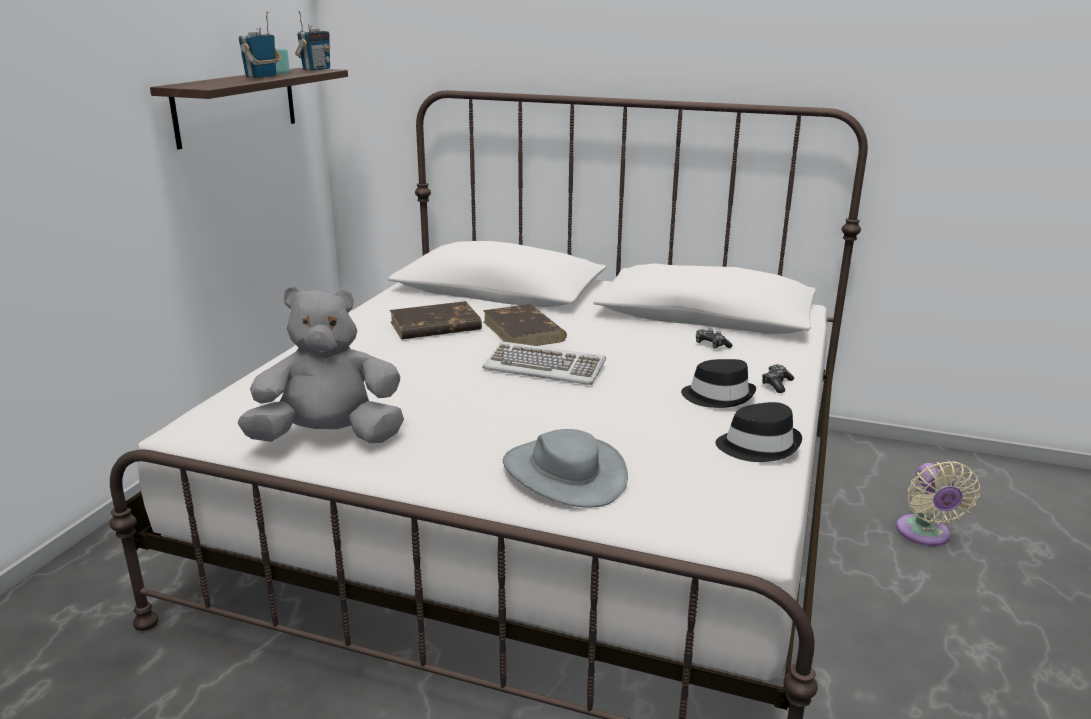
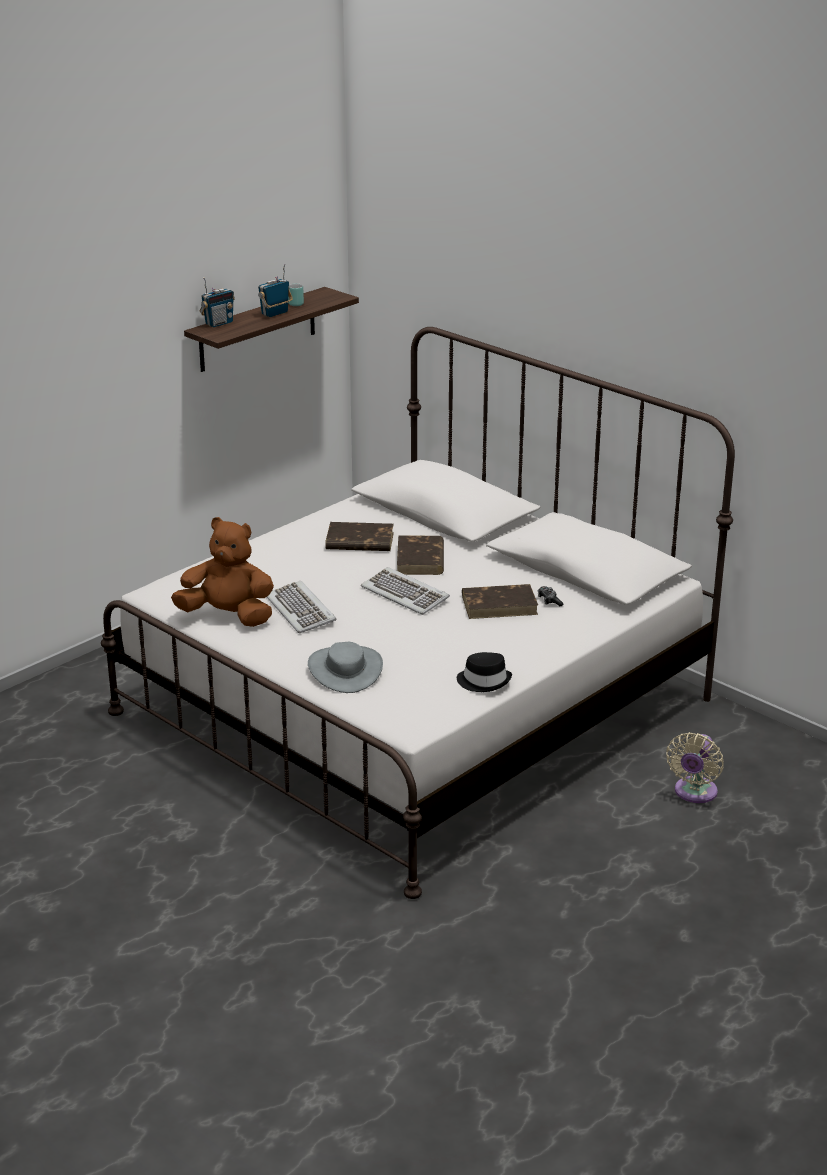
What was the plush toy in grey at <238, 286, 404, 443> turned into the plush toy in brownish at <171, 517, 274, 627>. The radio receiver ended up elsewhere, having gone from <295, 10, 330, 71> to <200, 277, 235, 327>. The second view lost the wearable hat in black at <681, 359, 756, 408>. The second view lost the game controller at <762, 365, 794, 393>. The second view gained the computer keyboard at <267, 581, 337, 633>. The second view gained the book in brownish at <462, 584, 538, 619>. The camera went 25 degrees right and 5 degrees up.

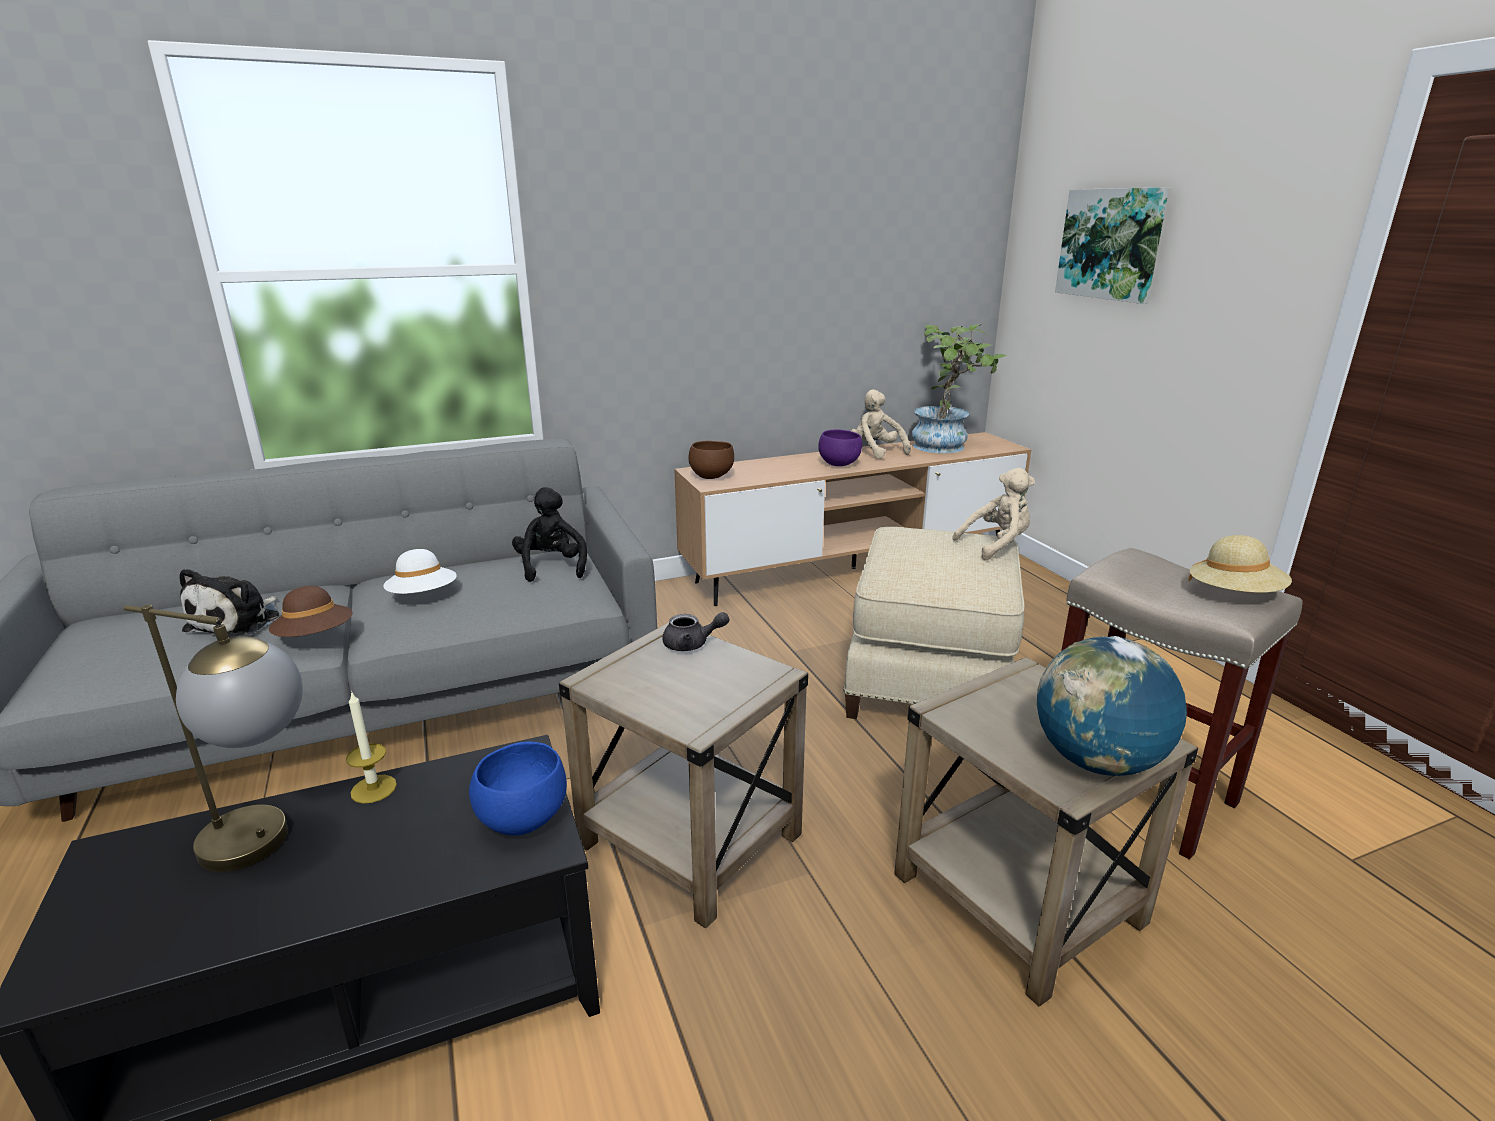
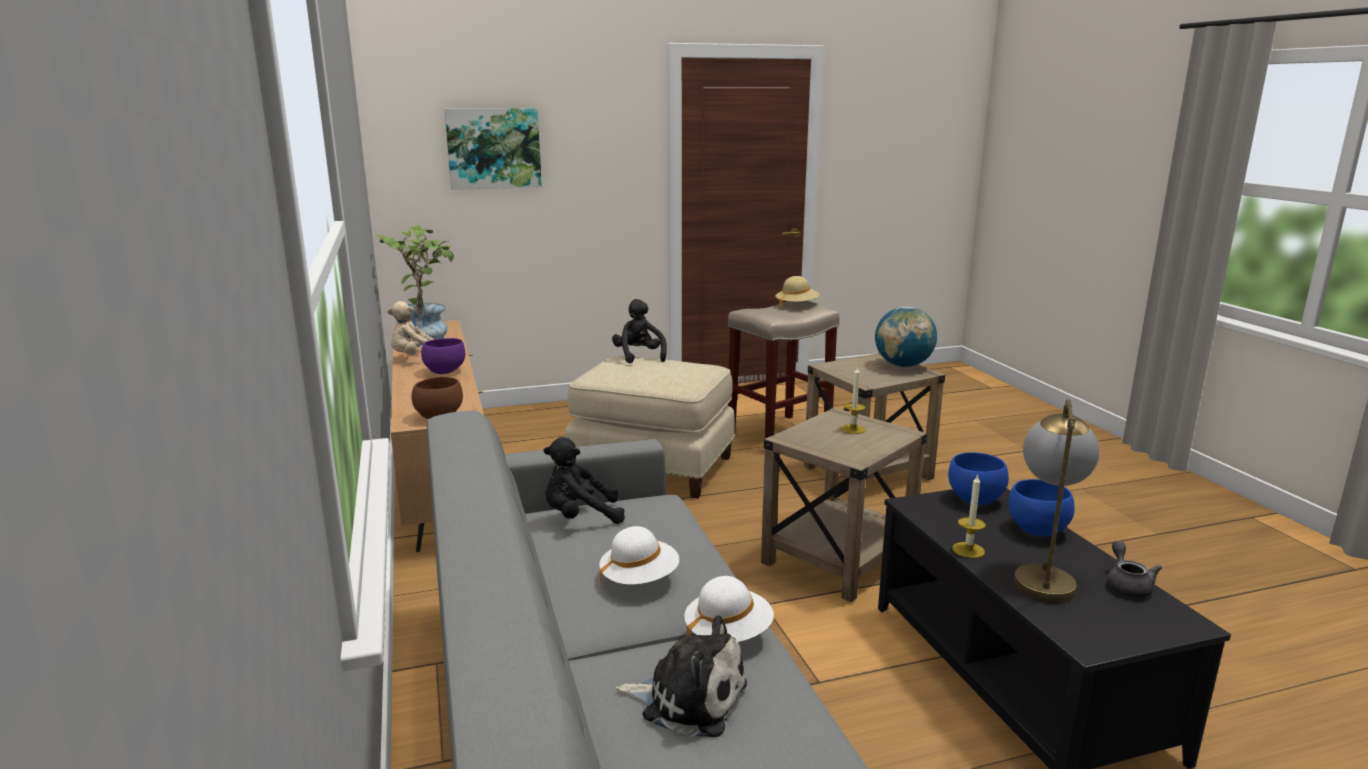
What was the wearable hat in brownish at <269, 586, 353, 637> turned into the wearable hat in white at <684, 576, 774, 642>. The teapot in grey ended up elsewhere, having gone from <663, 612, 729, 651> to <1106, 541, 1162, 598>. What was the plush toy in beige-coloured at <953, 468, 1035, 560> turned into the plush toy in black at <612, 299, 667, 363>. The second view gained the wax light at <841, 367, 866, 434>. The second view gained the deep dish in bluish at <1009, 479, 1075, 537>. The camera went 85 degrees left and 5 degrees down.

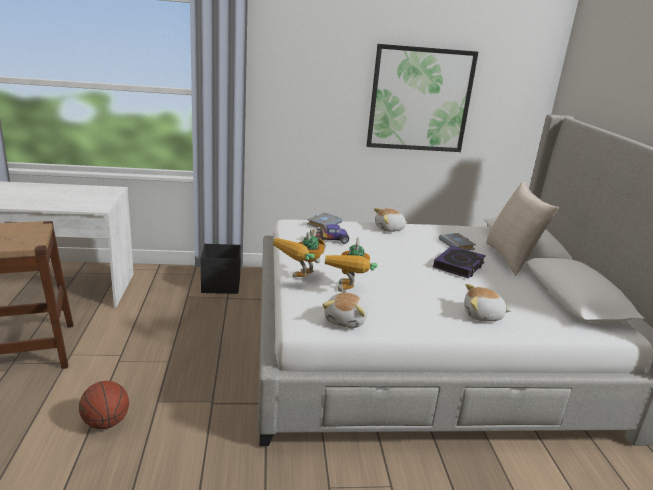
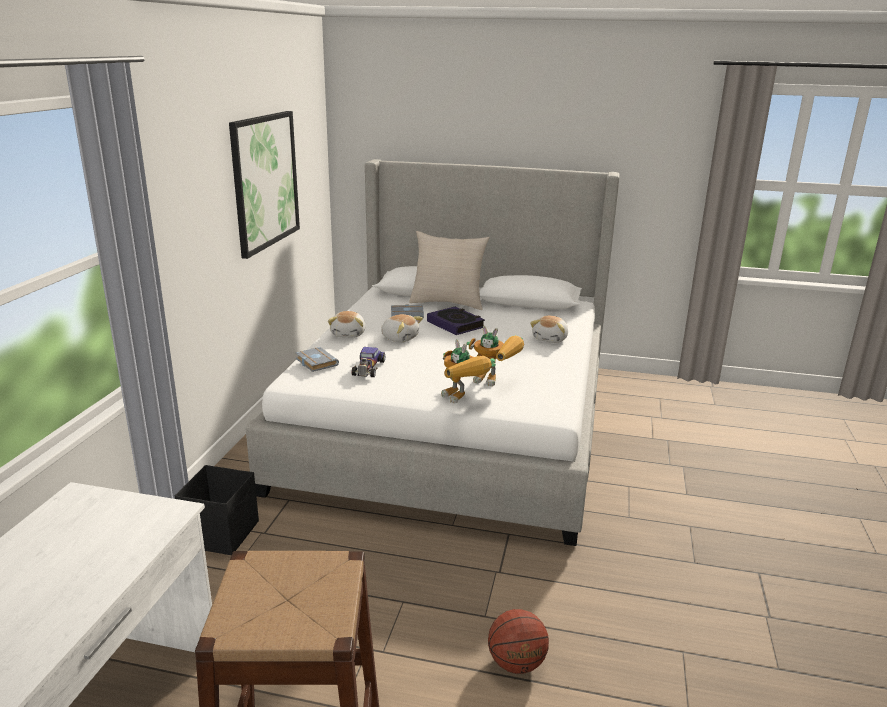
The plush toy ended up elsewhere, having gone from <323, 293, 367, 328> to <381, 314, 423, 342>. The camera went 70 degrees left and 0 degrees up.

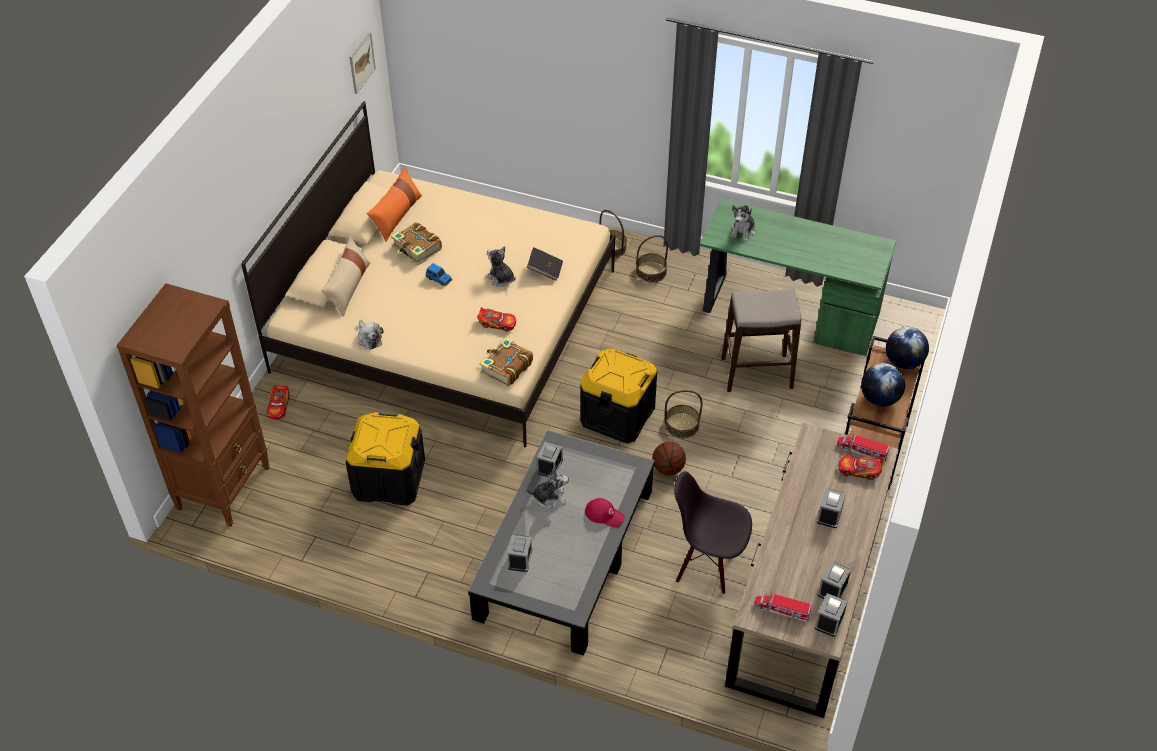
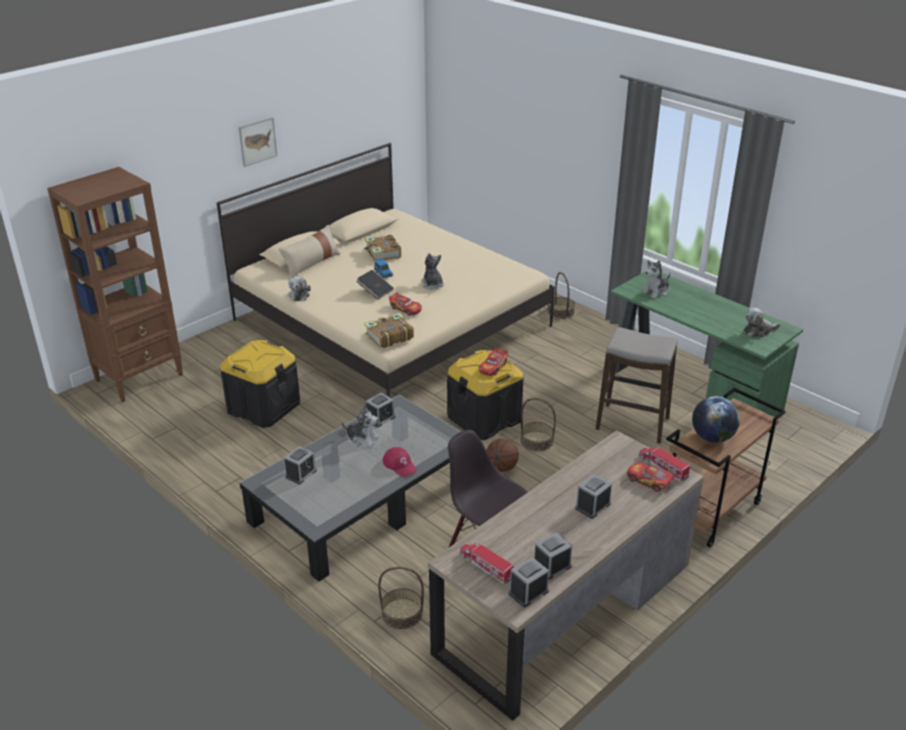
The model car ended up elsewhere, having gone from <266, 385, 290, 419> to <479, 347, 508, 376>. The wall picture ended up elsewhere, having gone from <350, 32, 376, 94> to <239, 117, 277, 167>. The second view lost the pillow in orange at <367, 167, 422, 241>. The book in black ended up elsewhere, having gone from <527, 247, 563, 281> to <356, 270, 393, 300>. The household basket ended up elsewhere, having gone from <636, 235, 668, 282> to <378, 567, 424, 629>. The second view lost the world globe at <886, 327, 929, 369>. The second view gained the plush toy at <744, 308, 781, 337>. The camera went 25 degrees right and 15 degrees down.

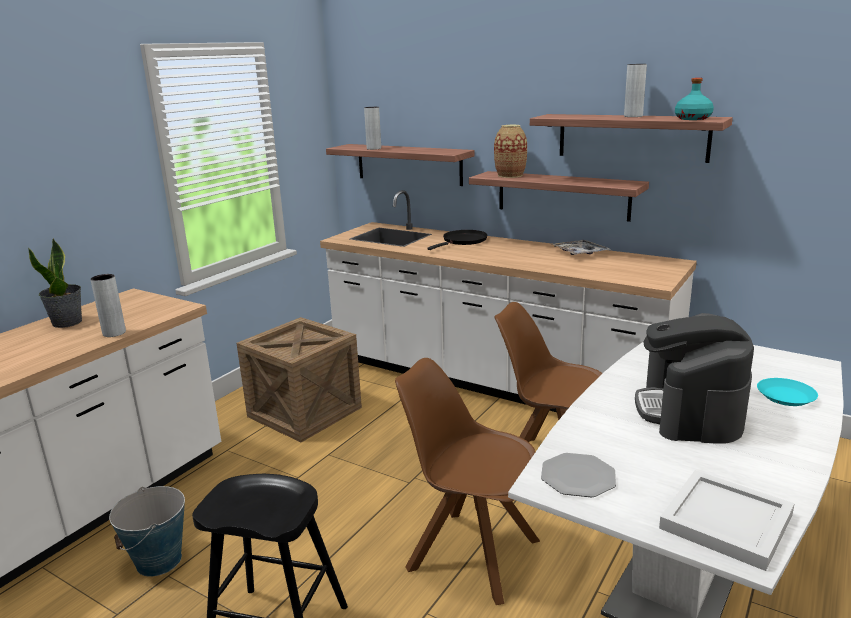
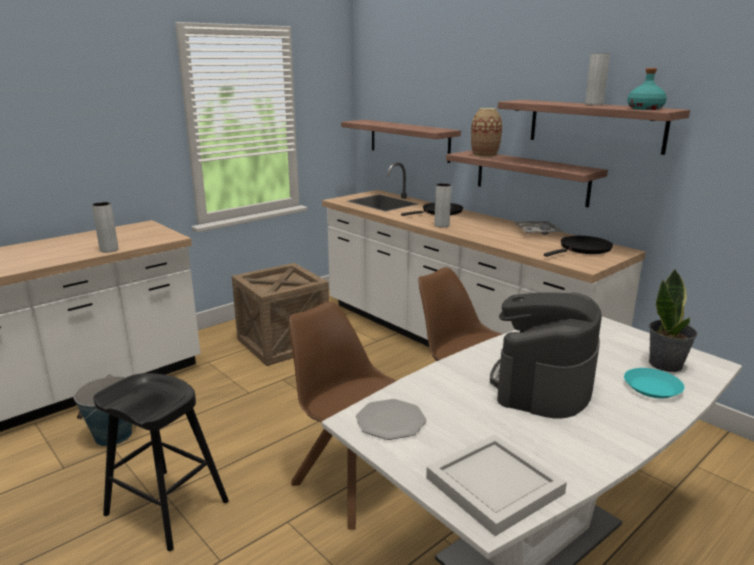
The plant in a pot ended up elsewhere, having gone from <28, 238, 82, 328> to <649, 268, 698, 372>. The decorative vase in grey ended up elsewhere, having gone from <364, 107, 381, 150> to <434, 183, 451, 227>. The second view gained the frying pan in black at <544, 236, 613, 257>. The camera went 15 degrees right and 0 degrees up.

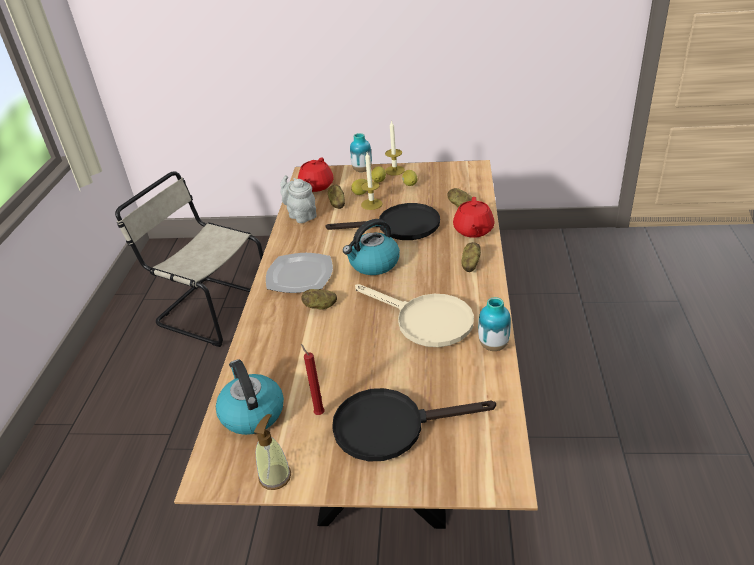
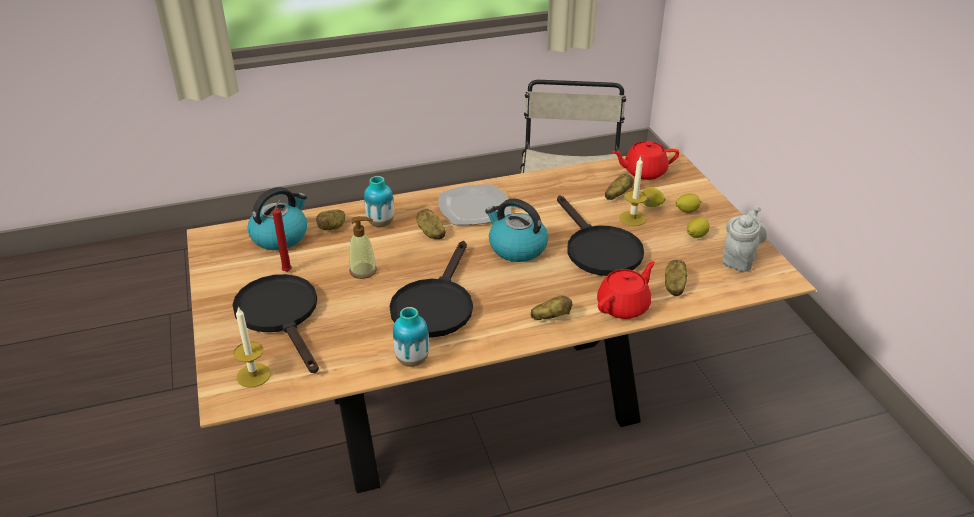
The liquid soap bottle ended up elsewhere, having gone from <254, 414, 291, 490> to <349, 216, 377, 279>. The teapot in grey ended up elsewhere, having gone from <280, 175, 317, 223> to <723, 206, 767, 272>. The decorative vase ended up elsewhere, having gone from <350, 133, 372, 172> to <364, 176, 394, 227>. What was the frying pan in beige-coloured at <355, 284, 474, 347> turned into the frying pan in black at <390, 241, 473, 338>. The wax light ended up elsewhere, having gone from <385, 120, 405, 176> to <233, 307, 271, 388>. The teapot in red-coloured at <453, 197, 495, 238> ended up facing another way, 150 degrees clockwise from before. The second view gained the potato at <316, 210, 345, 230>. The camera went 65 degrees right and 0 degrees up.

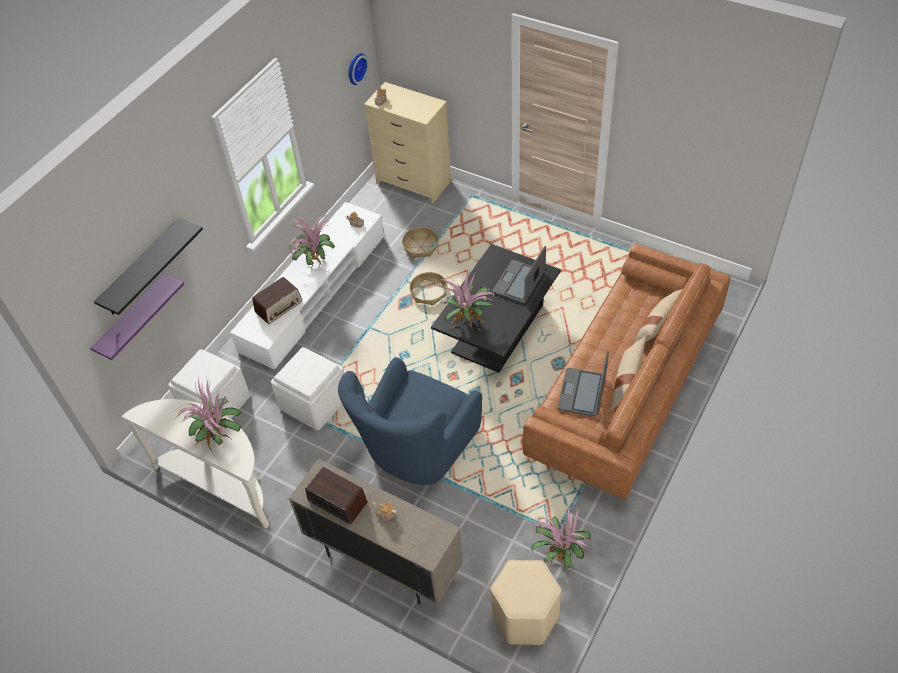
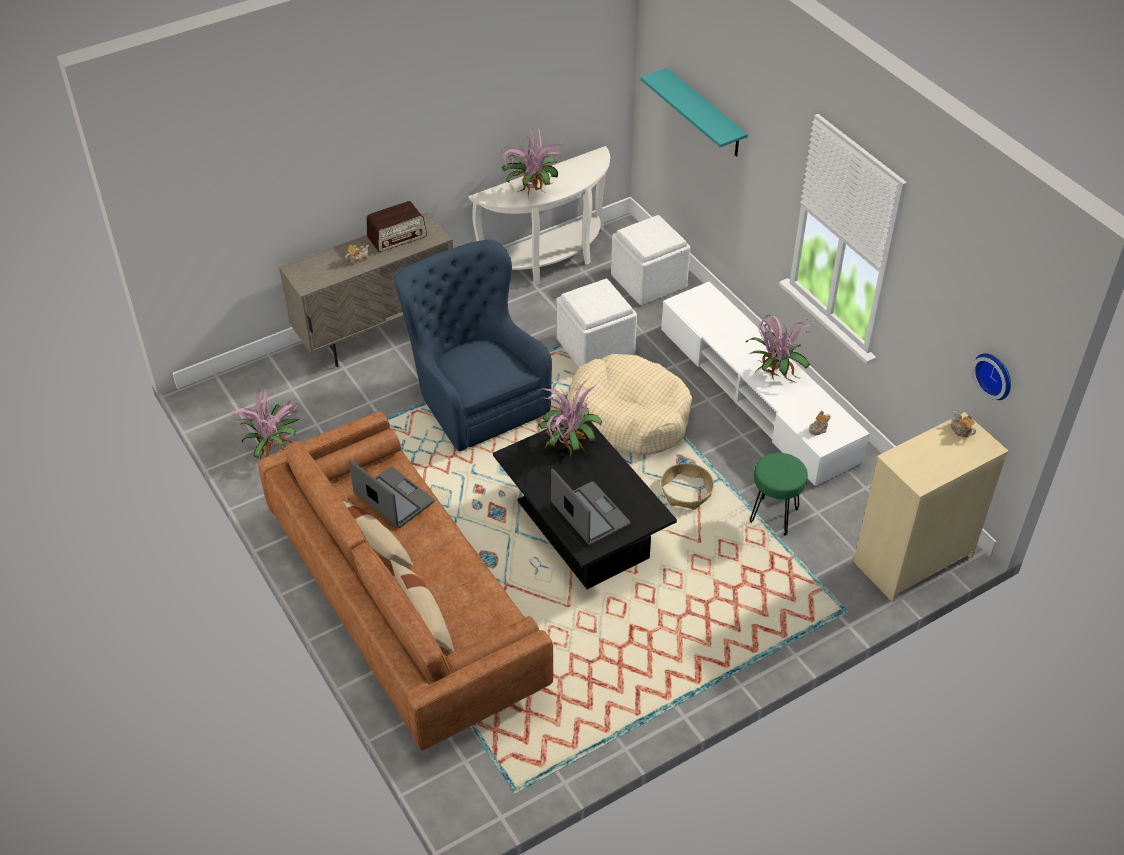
The second view lost the shelf in purple at <90, 273, 184, 360>. What was the shelf in black at <94, 218, 203, 315> turned into the shelf in turquoise at <640, 68, 748, 157>. The second view lost the radio receiver at <252, 277, 302, 324>. Where the household basket stood at <402, 227, 439, 258>, the stool seat in green-coloured came to stand at <750, 453, 808, 536>. The second view lost the stool seat in beige-coloured at <491, 560, 561, 645>. The second view gained the dog cushion in beige-coloured at <566, 354, 692, 455>. The camera went 115 degrees right and 5 degrees down.

